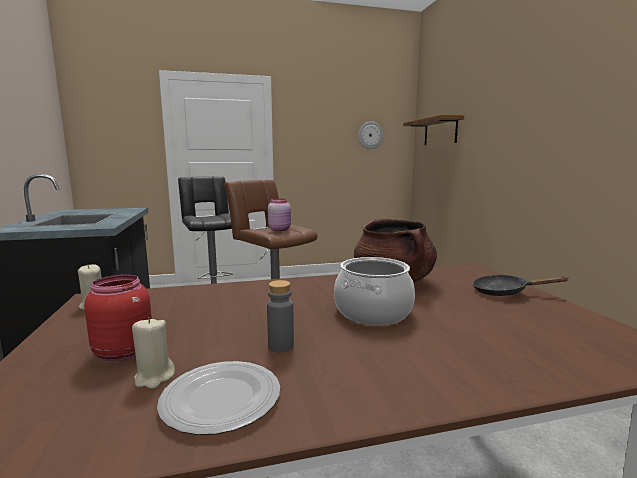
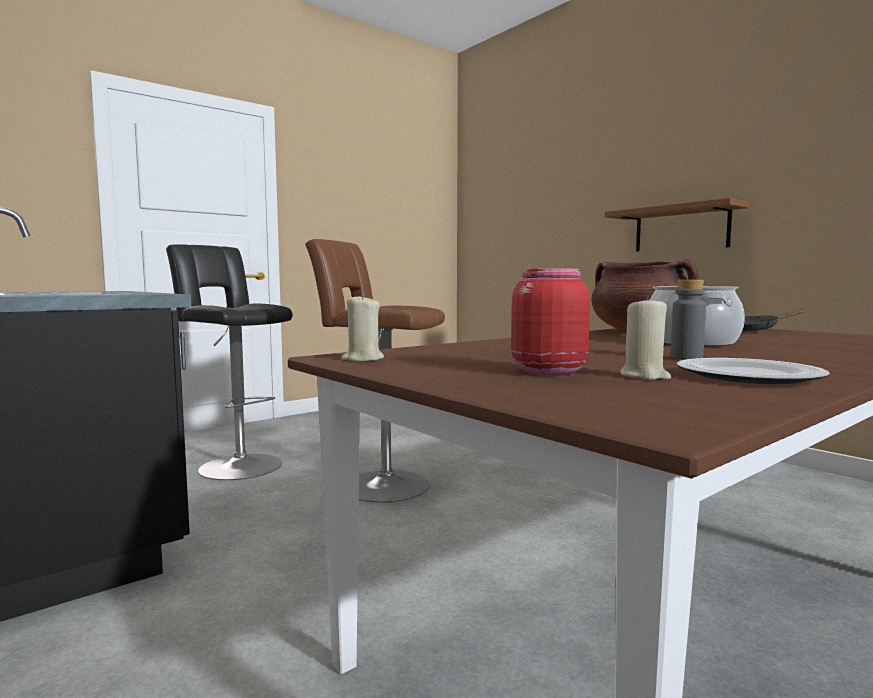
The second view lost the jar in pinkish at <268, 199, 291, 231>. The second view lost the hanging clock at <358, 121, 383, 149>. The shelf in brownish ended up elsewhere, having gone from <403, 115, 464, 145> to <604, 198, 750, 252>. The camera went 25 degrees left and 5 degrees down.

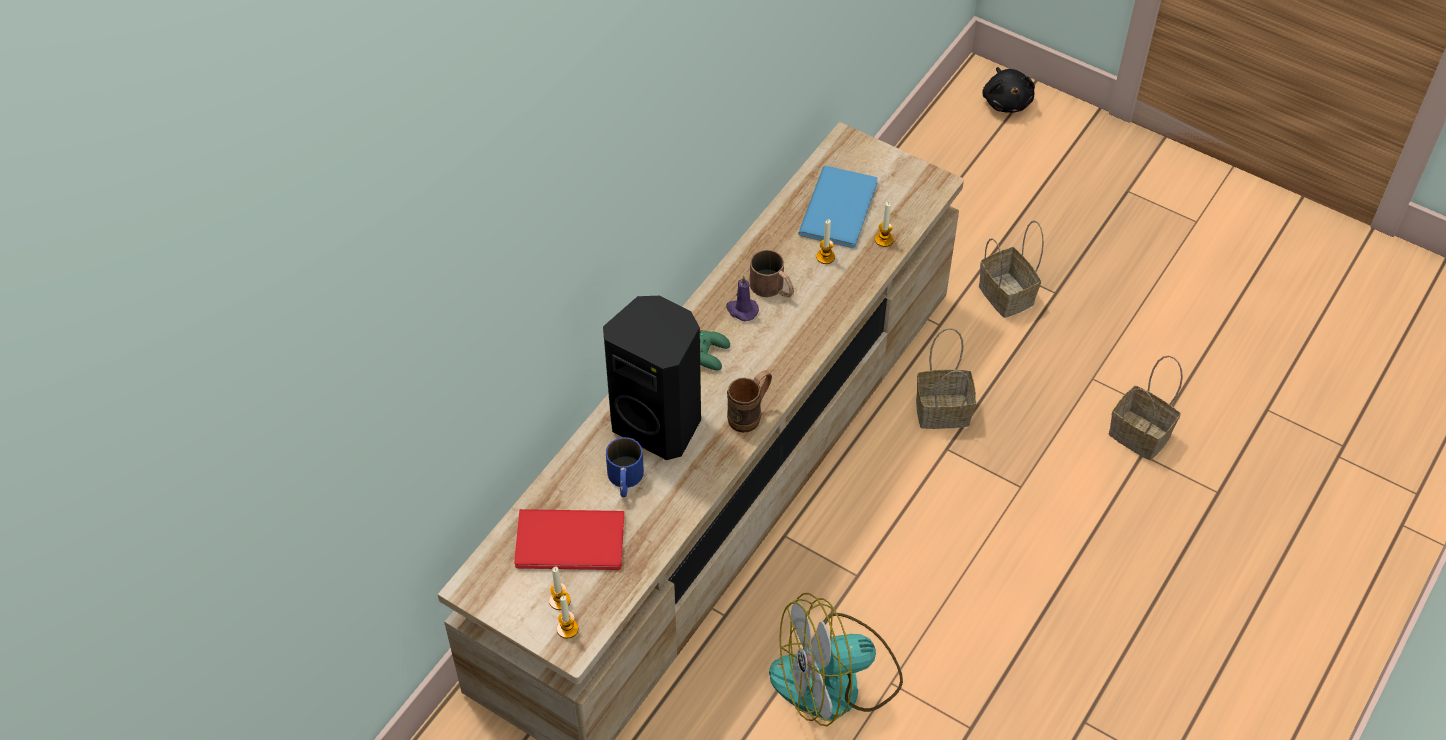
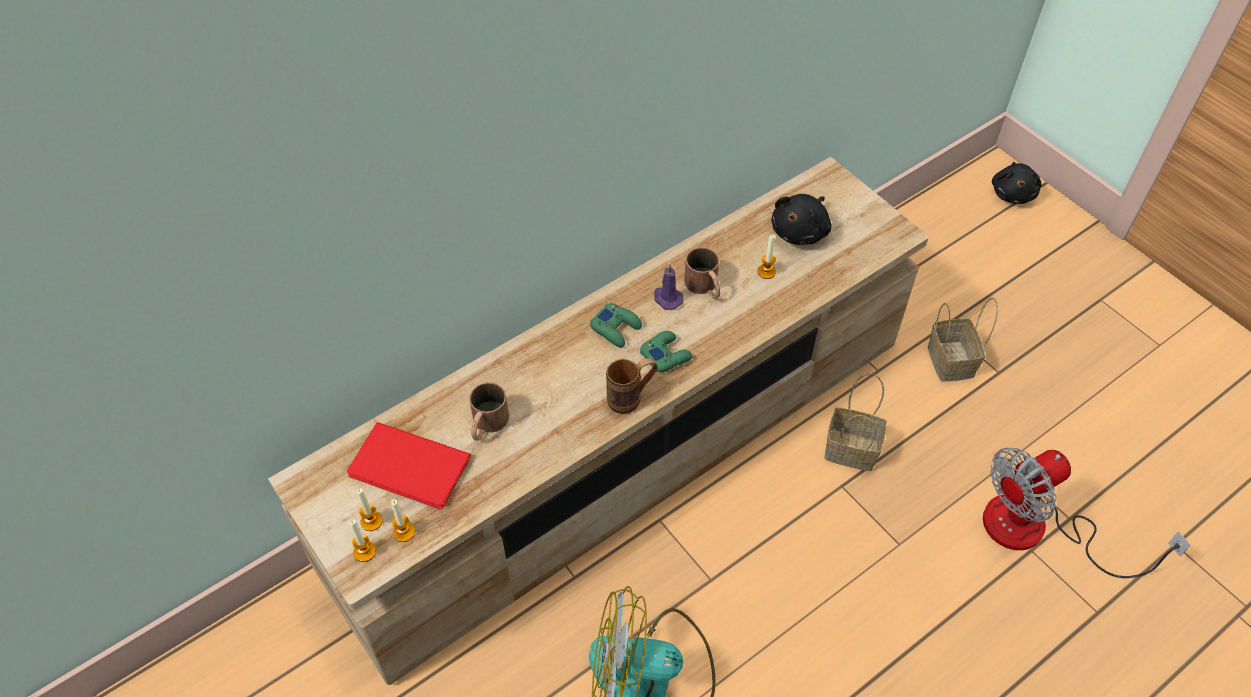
The second view lost the speaker in black at <603, 296, 701, 460>. What was the coffee mug in bluish at <606, 437, 644, 497> turned into the coffee mug in brownish at <469, 382, 509, 441>. Where the book in bluish stood at <798, 166, 878, 248>, the plush toy in black came to stand at <771, 194, 832, 245>. The wax light ended up elsewhere, having gone from <875, 202, 894, 247> to <391, 499, 415, 542>. Where the household basket stood at <1109, 355, 1183, 460>, the electric fan came to stand at <983, 448, 1191, 578>. The second view gained the game controller in green-coloured at <640, 331, 693, 373>. The camera went 20 degrees right and 0 degrees up.

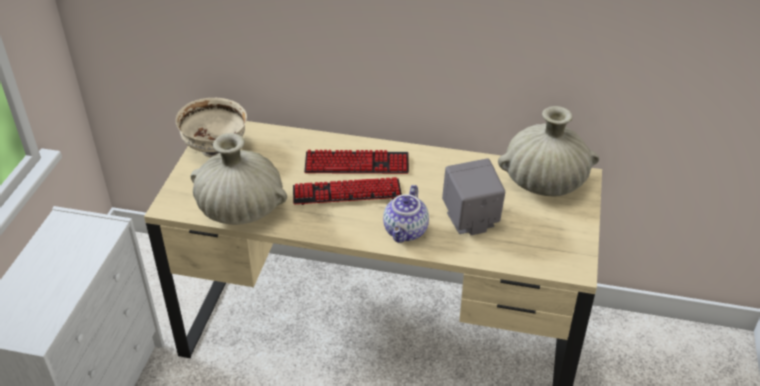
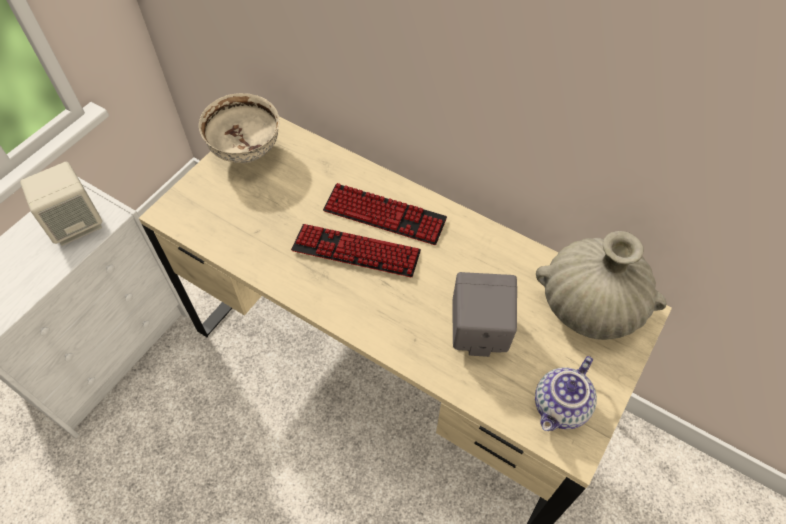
The second view lost the decorative vase in beige-coloured at <191, 133, 287, 225>. The teapot ended up elsewhere, having gone from <383, 185, 429, 243> to <535, 356, 597, 431>. The second view gained the speaker in beige-coloured at <20, 162, 102, 246>. The camera went 20 degrees right and 15 degrees up.

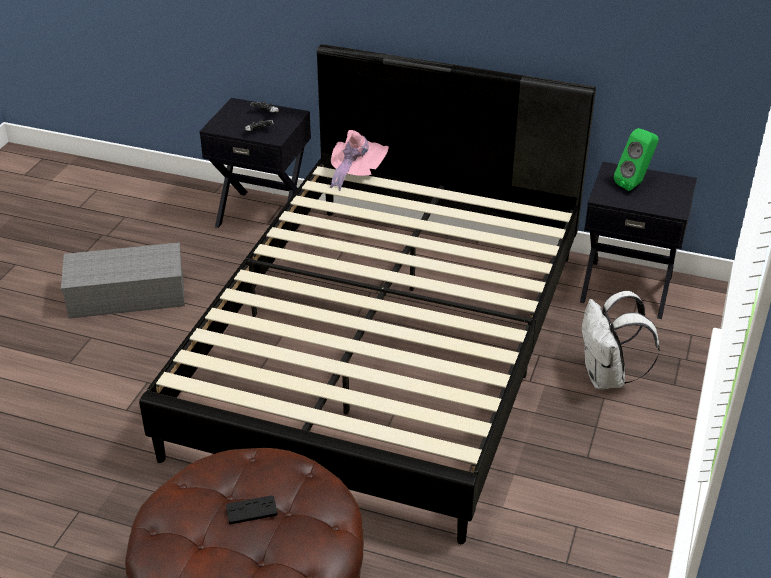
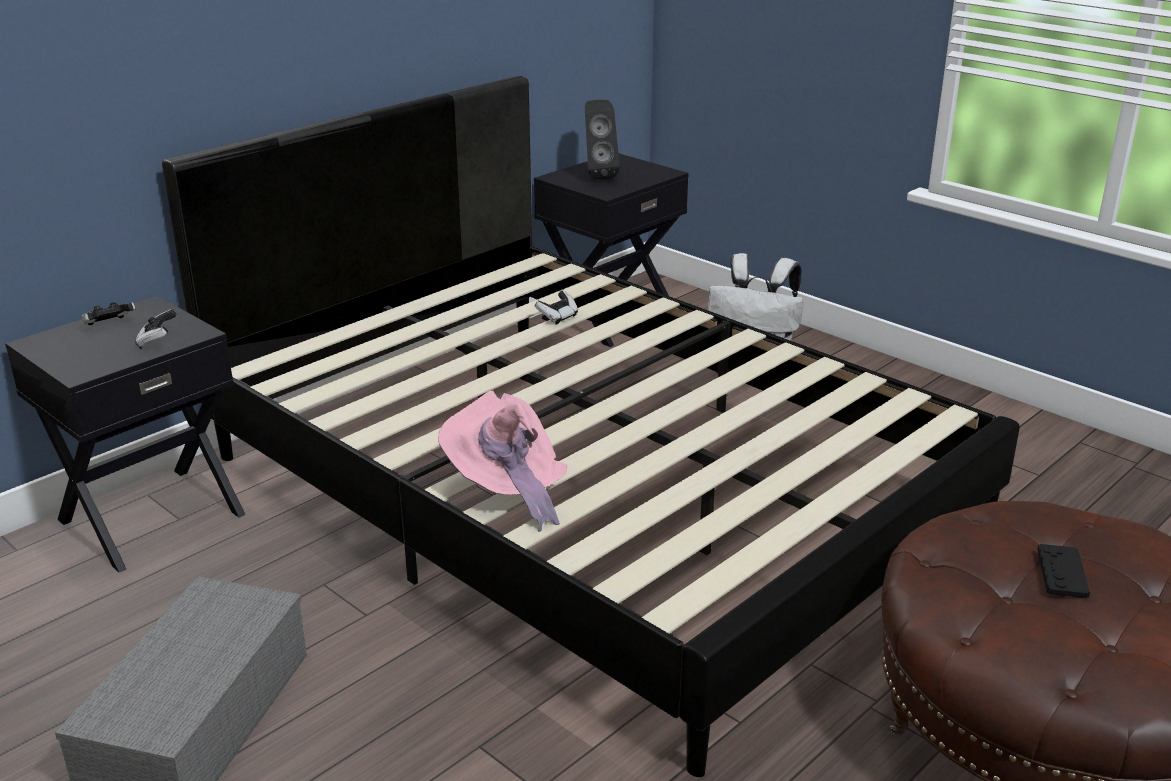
The wearable hat in pinkish ended up elsewhere, having gone from <330, 130, 389, 191> to <438, 391, 568, 532>. What was the speaker in green-coloured at <614, 128, 659, 191> turned into the speaker in black at <585, 100, 620, 180>. The second view gained the game controller at <535, 290, 578, 325>. The camera went 65 degrees left and 10 degrees down.

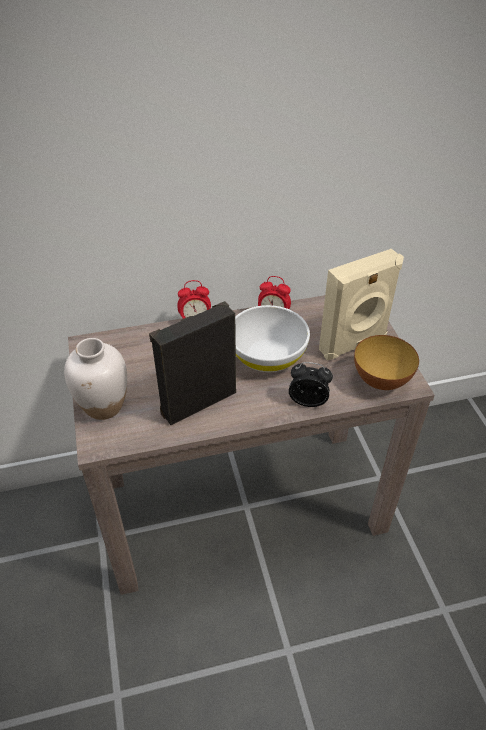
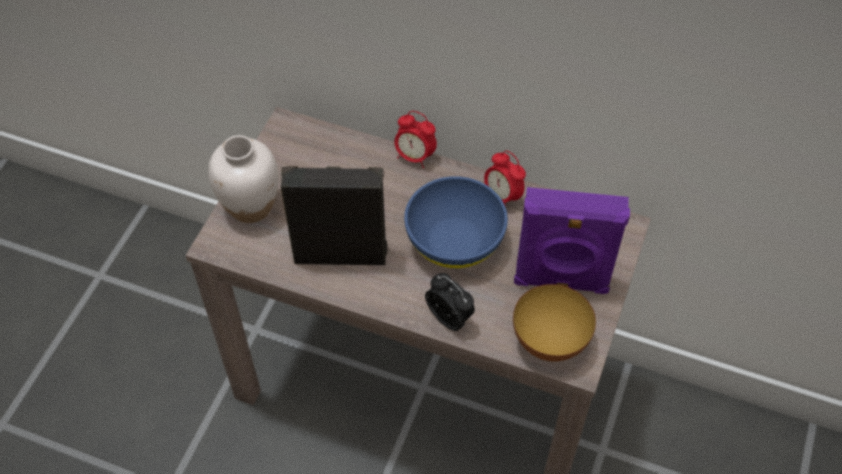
What was the deep dish in white at <235, 305, 310, 372> turned into the deep dish in bluish at <404, 176, 508, 268>. What was the speaker in beige-coloured at <319, 249, 404, 361> turned into the speaker in purple at <514, 187, 630, 294>. The camera went 35 degrees right and 10 degrees up.

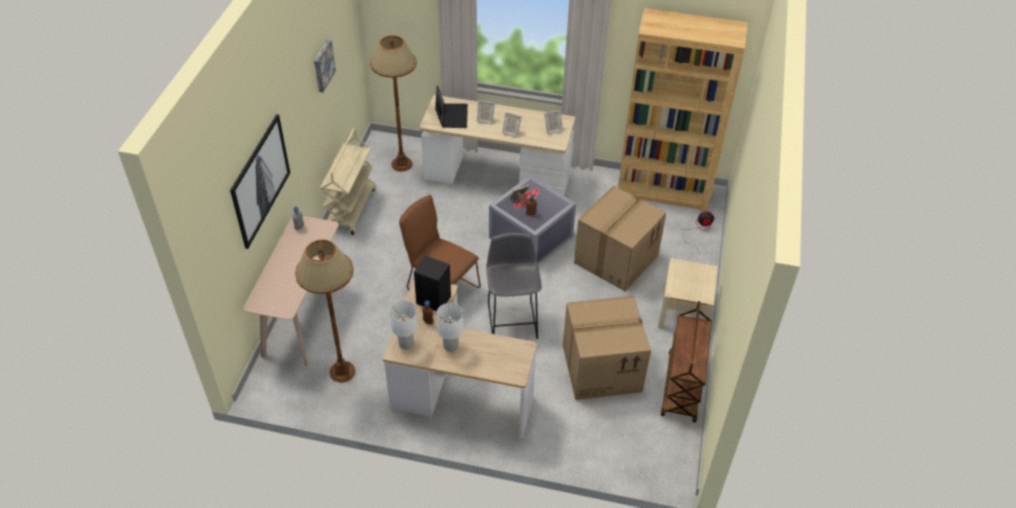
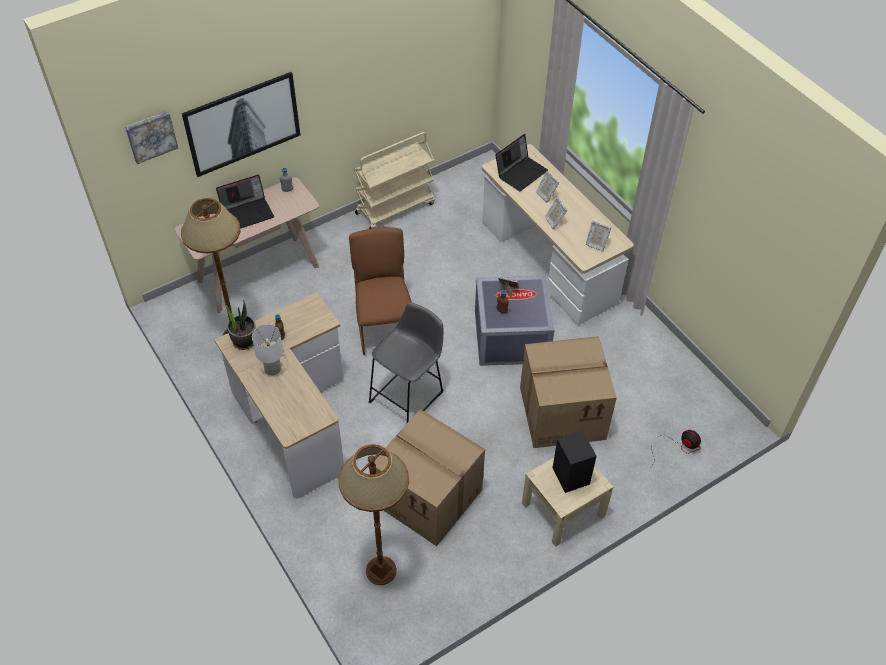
The wall picture ended up elsewhere, having gone from <314, 40, 336, 93> to <125, 111, 178, 164>. The standing lamp in brownish ended up elsewhere, having gone from <370, 36, 417, 172> to <338, 444, 409, 585>. Where the tabletop lamp in white stood at <390, 301, 418, 349>, the plant in a pot came to stand at <225, 301, 256, 350>. The speaker in black ended up elsewhere, having gone from <414, 256, 451, 311> to <553, 431, 597, 493>. The second view lost the shelving unit in brownish at <618, 8, 748, 212>. The second view lost the cart in brownish at <661, 301, 712, 422>. The second view gained the notebook computer at <216, 175, 274, 228>. The camera went 45 degrees right and 5 degrees up.

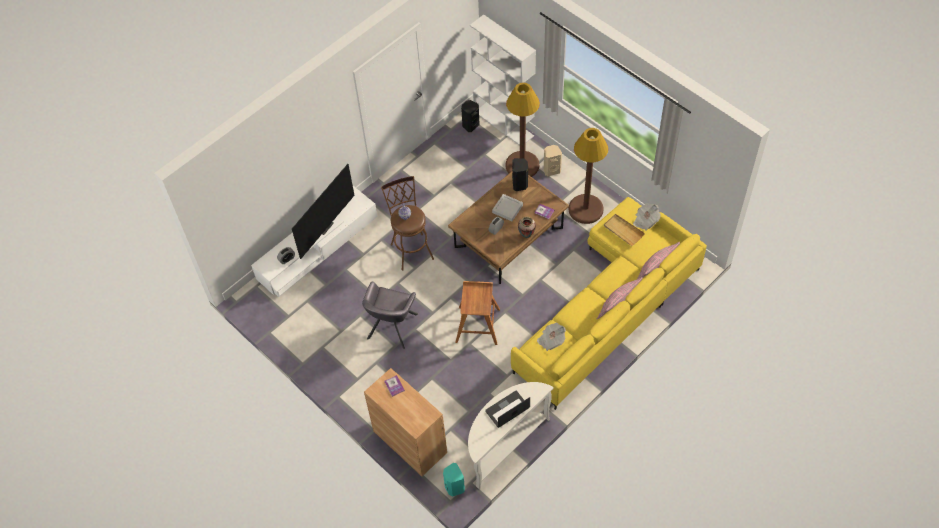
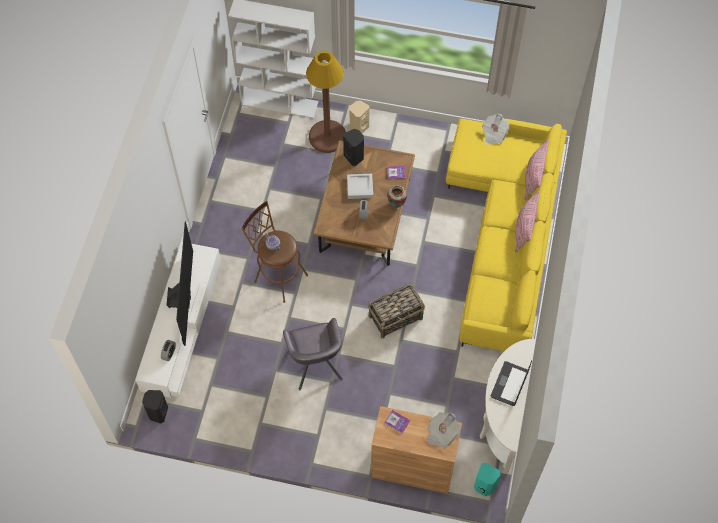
Where the stool seat in brownish stood at <456, 281, 500, 345>, the household basket came to stand at <368, 284, 425, 338>. The speaker in black ended up elsewhere, having gone from <461, 100, 480, 132> to <142, 390, 168, 424>. The daily paper ended up elsewhere, having gone from <537, 323, 566, 351> to <427, 412, 460, 448>. The second view lost the standing lamp in brownish at <568, 128, 608, 224>. The second view lost the carrying tray in beige-coloured at <604, 214, 645, 246>. The camera went 35 degrees left and 5 degrees up.

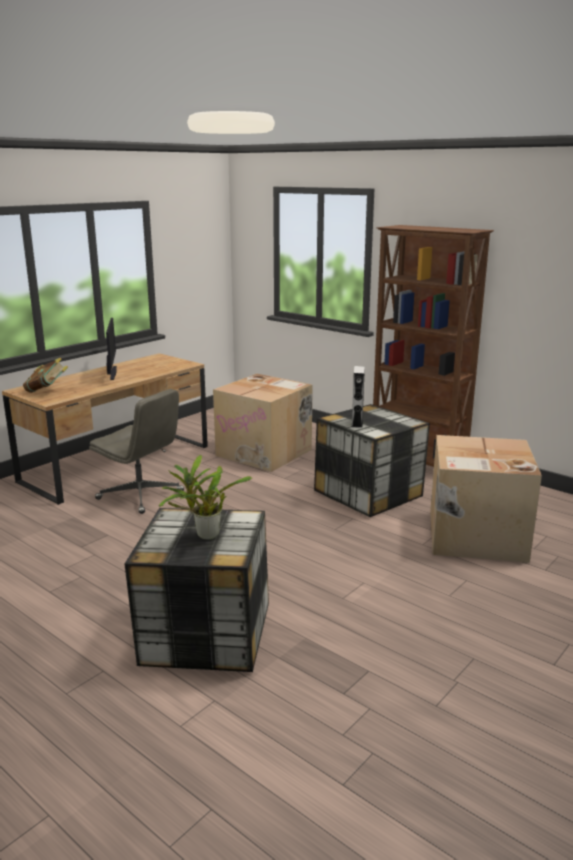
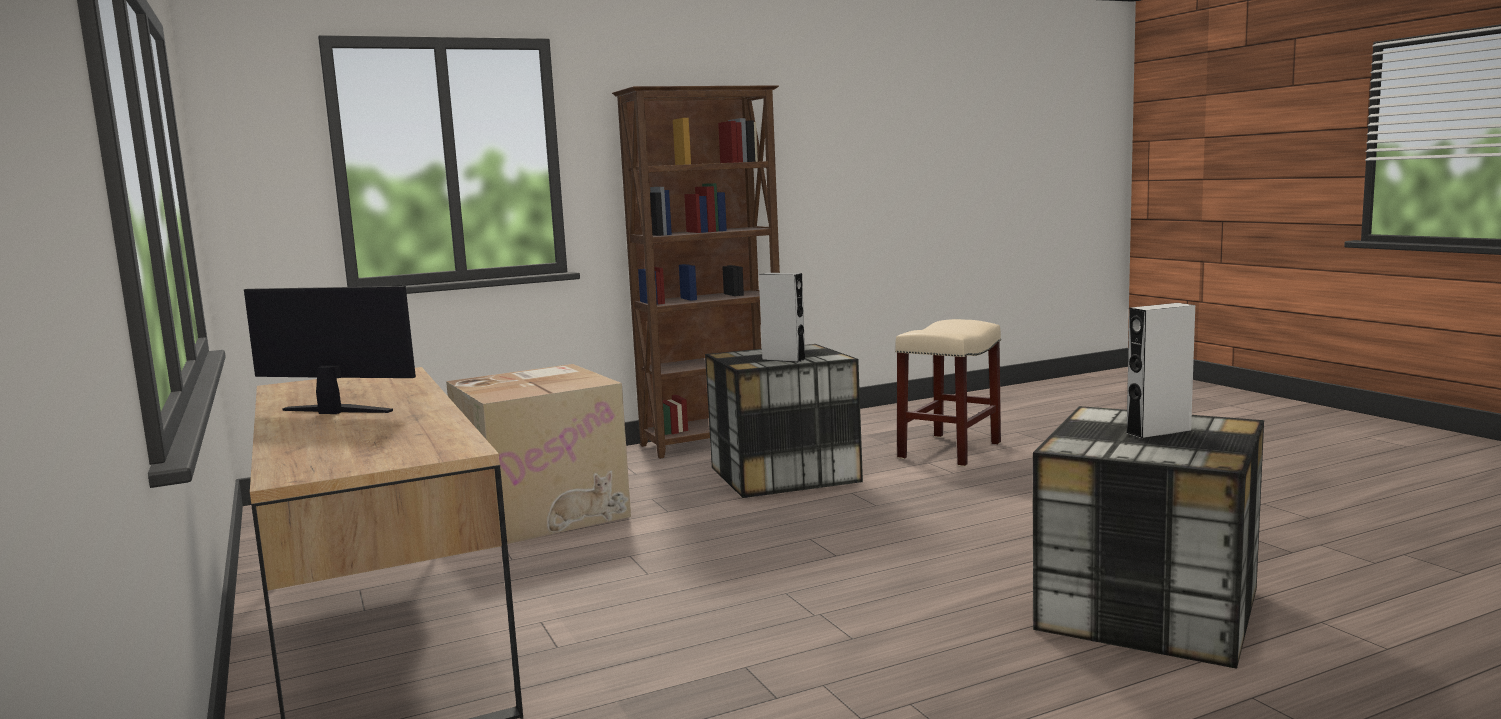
The second view lost the book at <23, 358, 68, 393>. The second view lost the office chair in grey at <89, 389, 184, 514>. Where the plant in a pot stood at <159, 455, 252, 540>, the speaker in grey came to stand at <1125, 303, 1195, 439>. Where the carton stood at <430, 435, 542, 563>, the stool seat in beige-coloured came to stand at <895, 319, 1001, 467>. The camera went 65 degrees left and 10 degrees down.

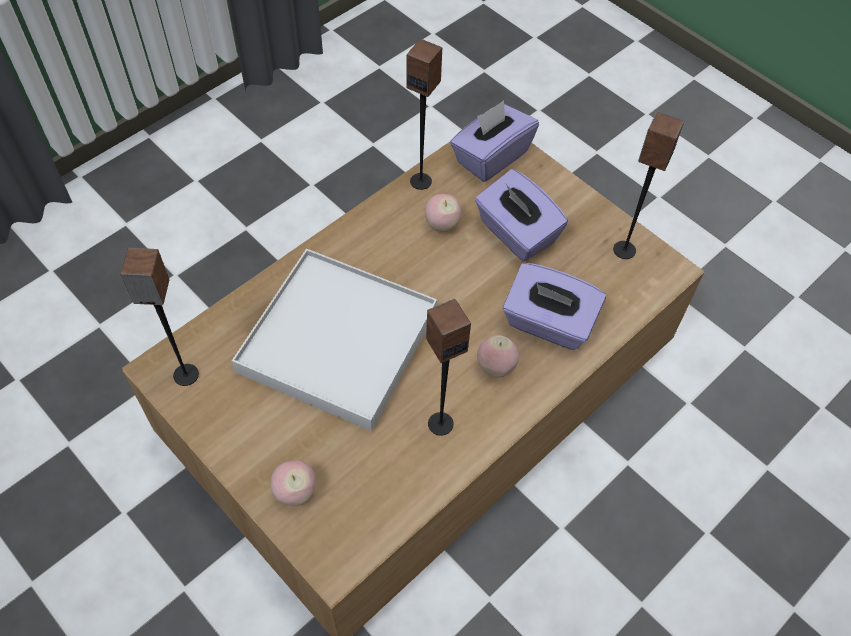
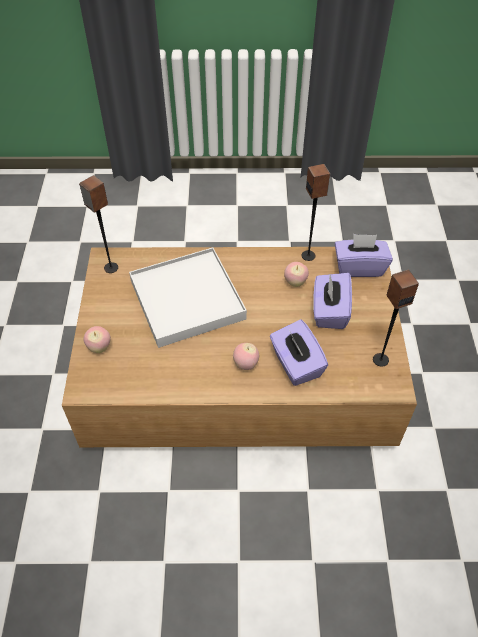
The second view lost the speaker at <426, 298, 471, 436>. The camera went 45 degrees right and 5 degrees down.

